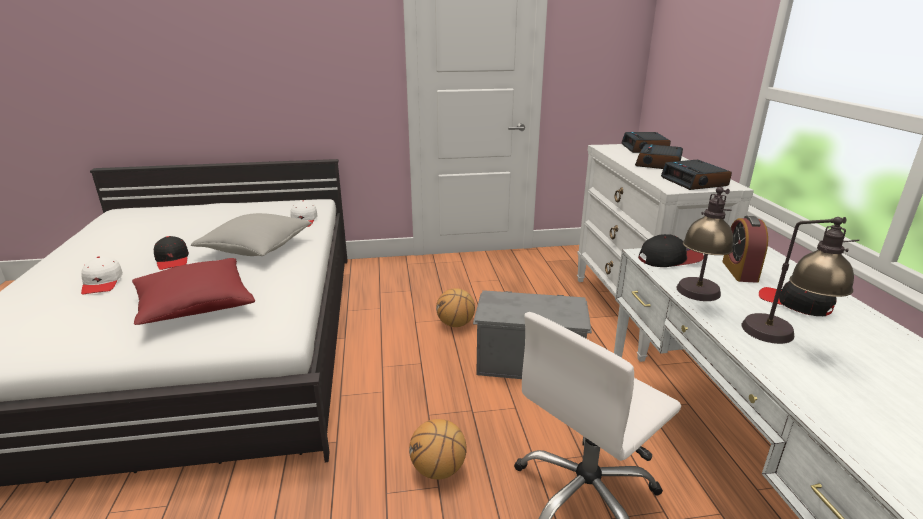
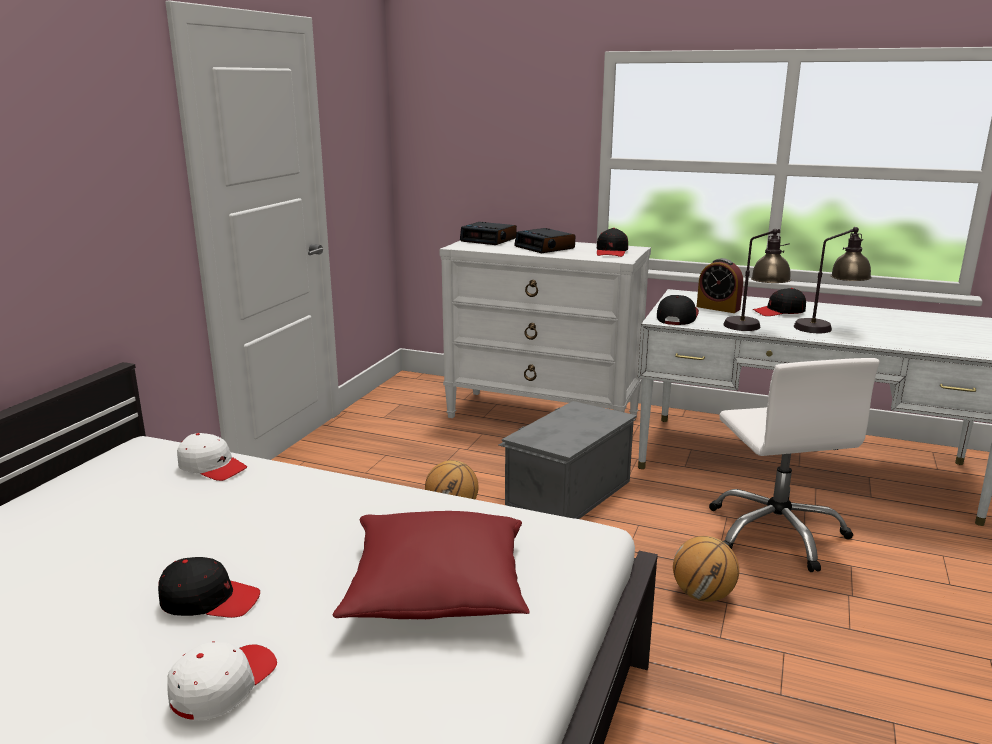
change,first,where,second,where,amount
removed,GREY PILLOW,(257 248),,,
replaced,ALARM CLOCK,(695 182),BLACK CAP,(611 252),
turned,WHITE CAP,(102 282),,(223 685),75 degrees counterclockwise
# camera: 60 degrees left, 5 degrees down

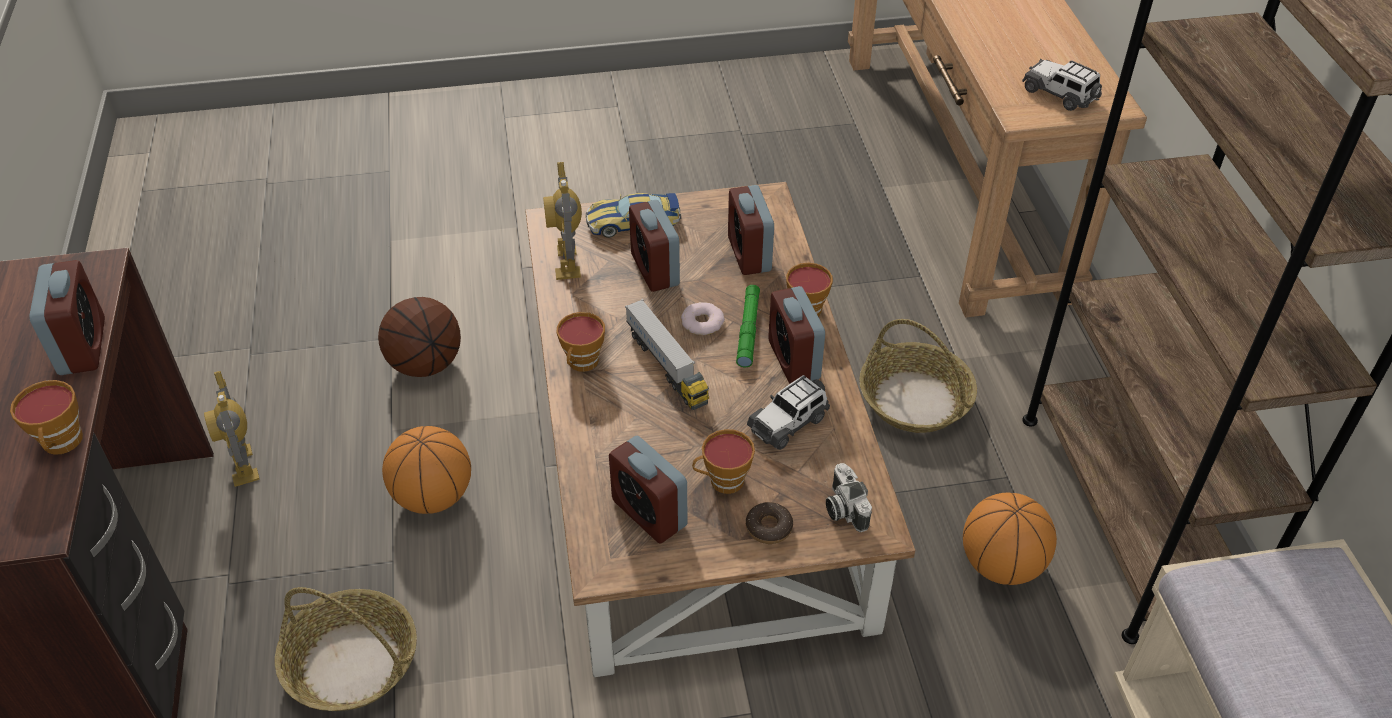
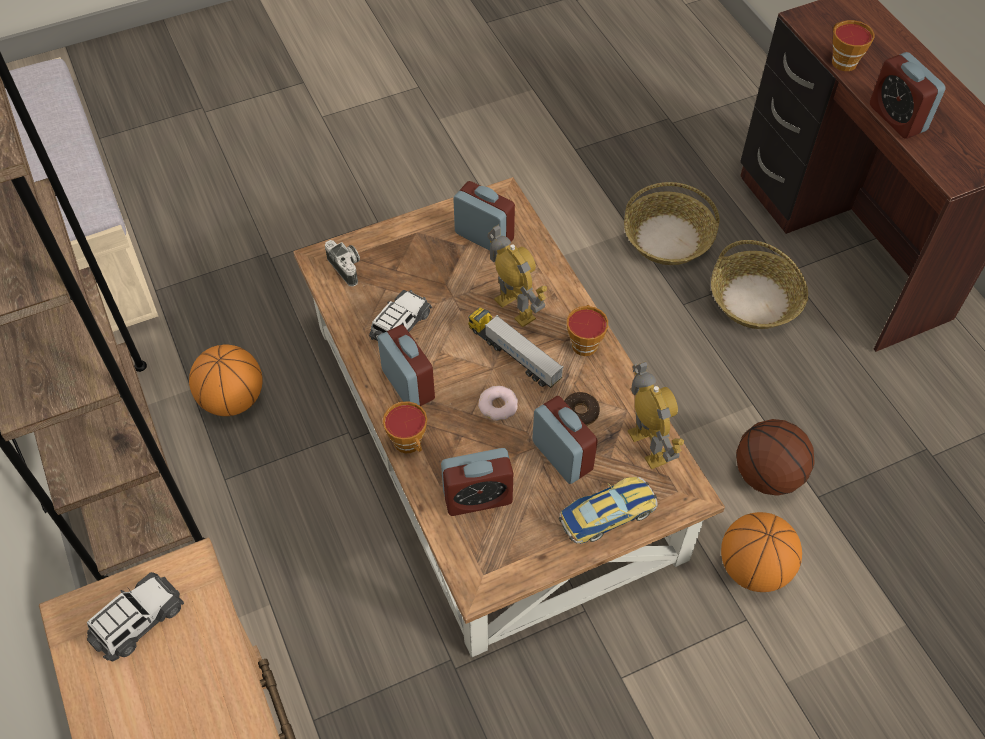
change,first,where,second,where,amount
removed,CUP,(723 482),,,
removed,GREEN FLASHLIGHT,(748 330),,,
moved,TOY ROBOT,(244 465),,(515 308),
moved,BASKETBALL,(433 497),,(753 568),
moved,DONUT,(769 528),,(580 412),
moved,BASKET,(915 400),,(754 300),
turned,ALARM CLOCK,(749 254),,(477 497),105 degrees clockwise
turned,TOY CAR,(1060 94),,(138 622),75 degrees counterclockwise
# camera: 165 degrees right, 10 degrees up

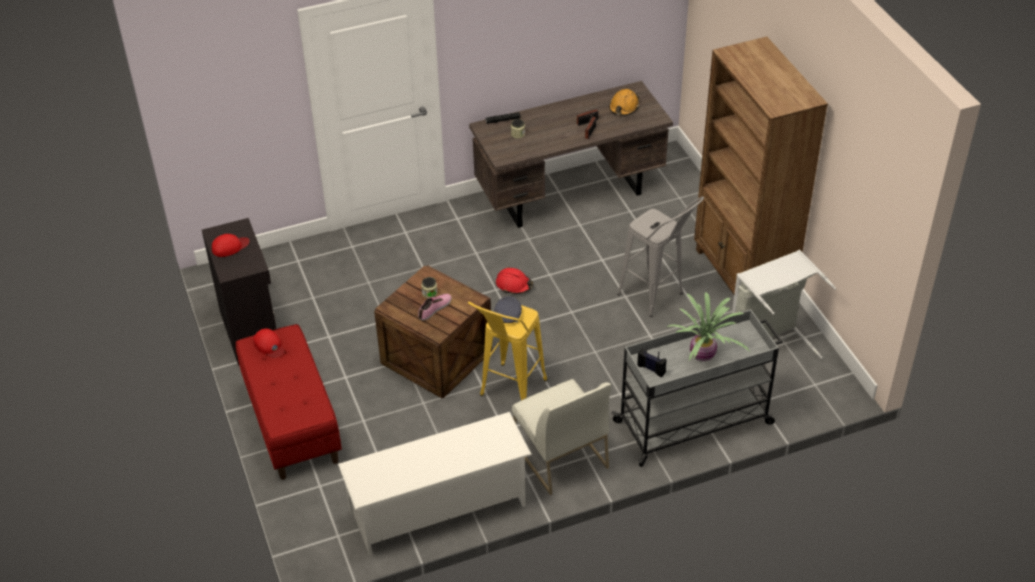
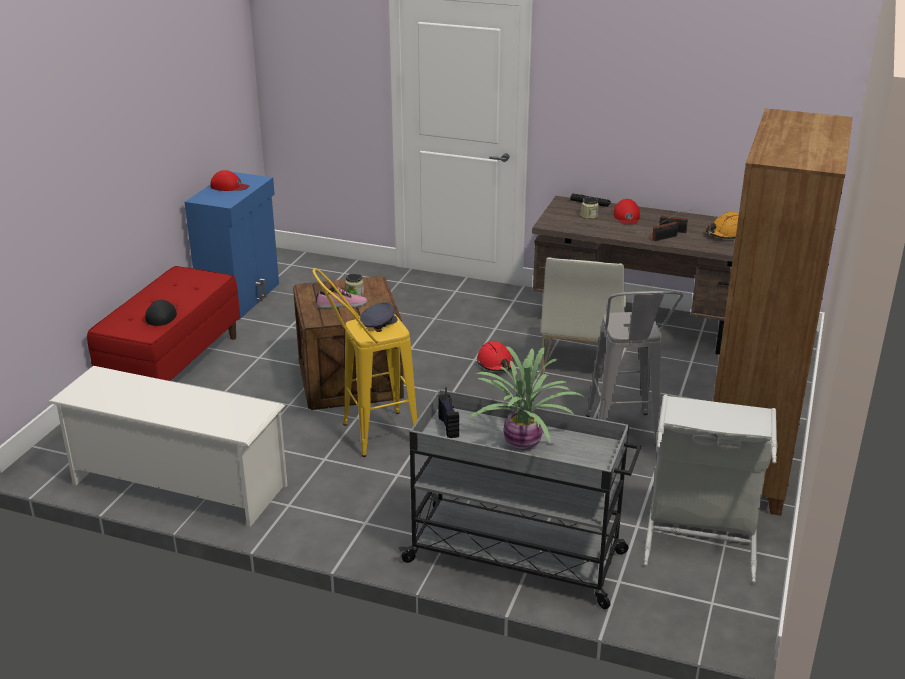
change,first,where,second,where,amount
added,,,BLACK CAP,(162 315),
moved,RED CAP,(269 345),,(627 217),
moved,WHITE CHAIR,(559 456),,(579 364),
recoloured,BLACK CABINET,(251 331),BLUE CABINET,(241 297),
# camera: 40 degrees right, 15 degrees down

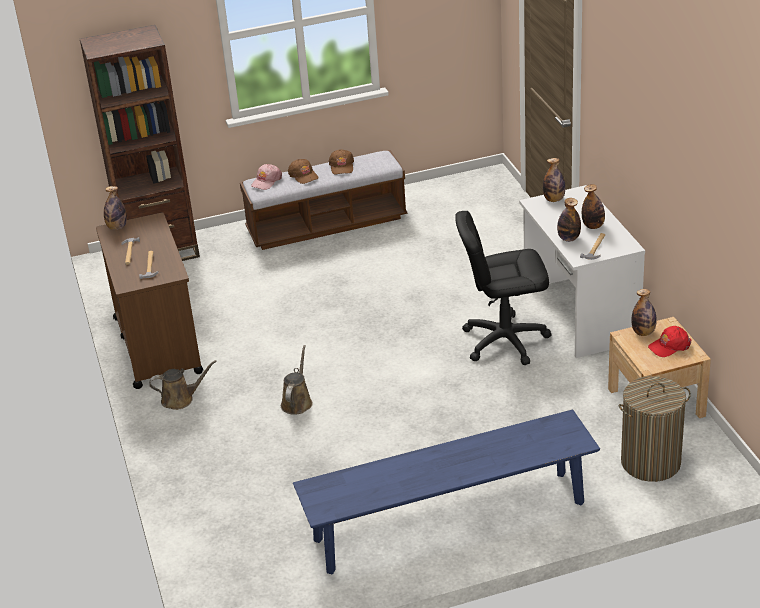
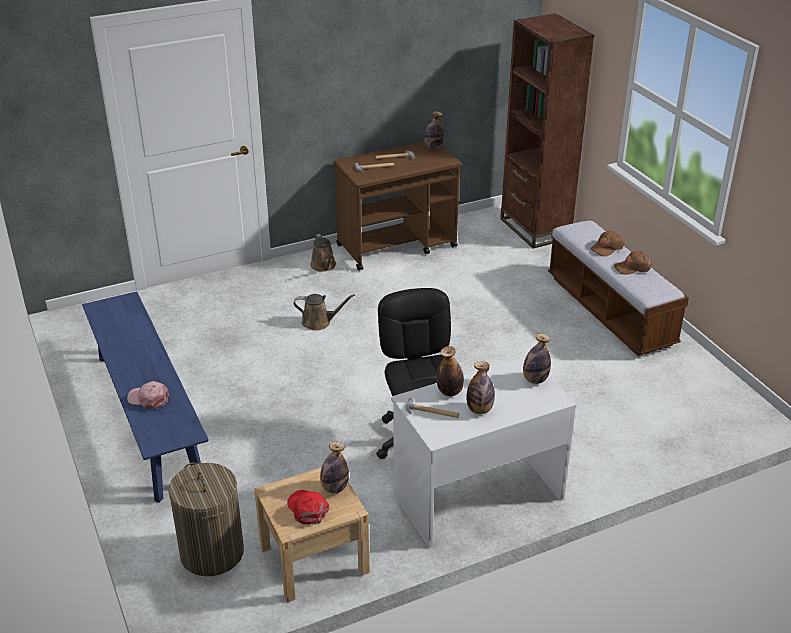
change,first,where,second,where,amount
moved,PINK CAP,(266 181),,(149 399),
# camera: 80 degrees right, 0 degrees up

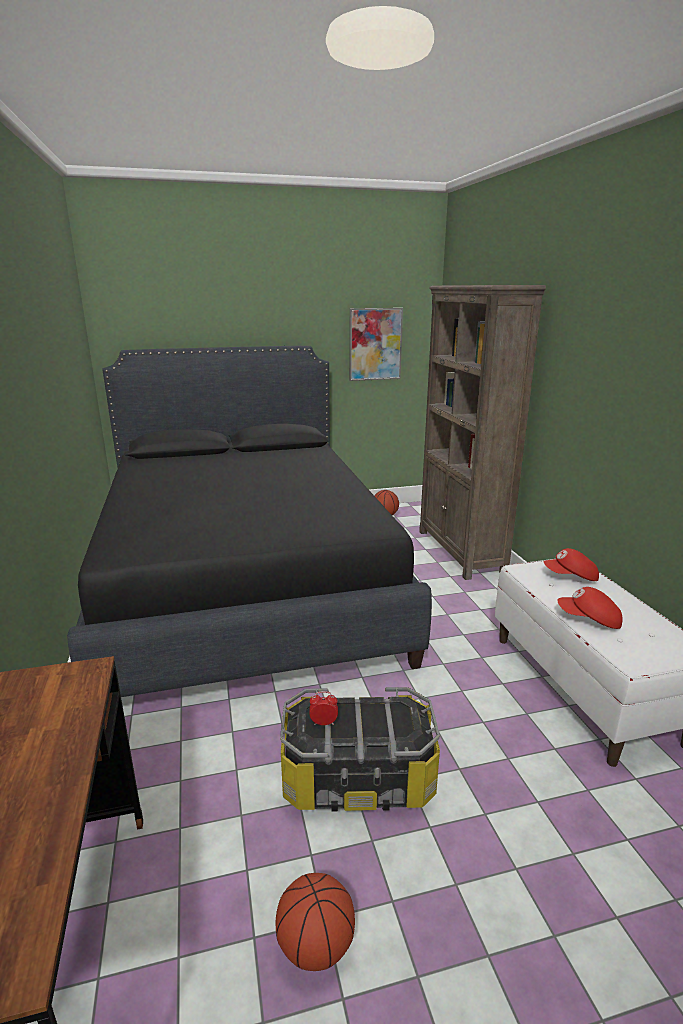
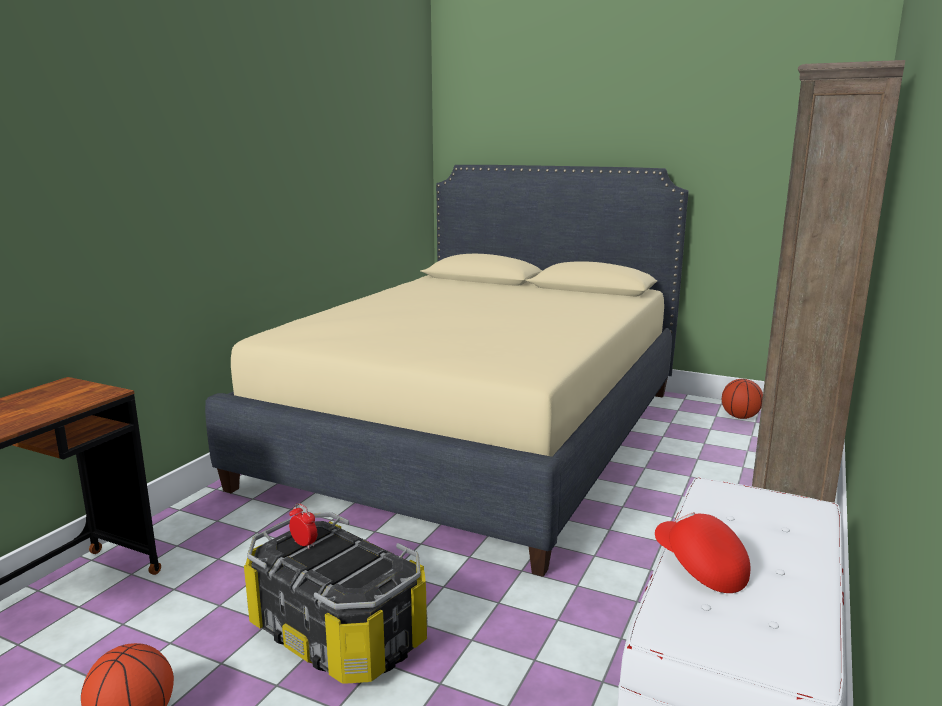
change,first,where,second,where,amount
removed,PICTURE,(375 344),,,
removed,RED CAP,(571 577),,,
recoloured,BLACK BED,(245 583),BEIGE BED,(480 435),
# camera: 40 degrees right, 5 degrees down

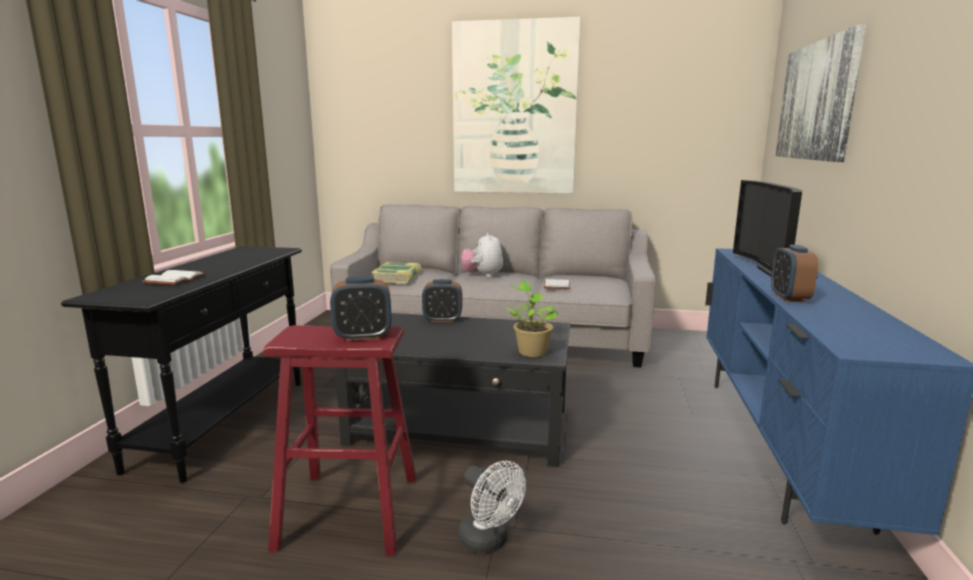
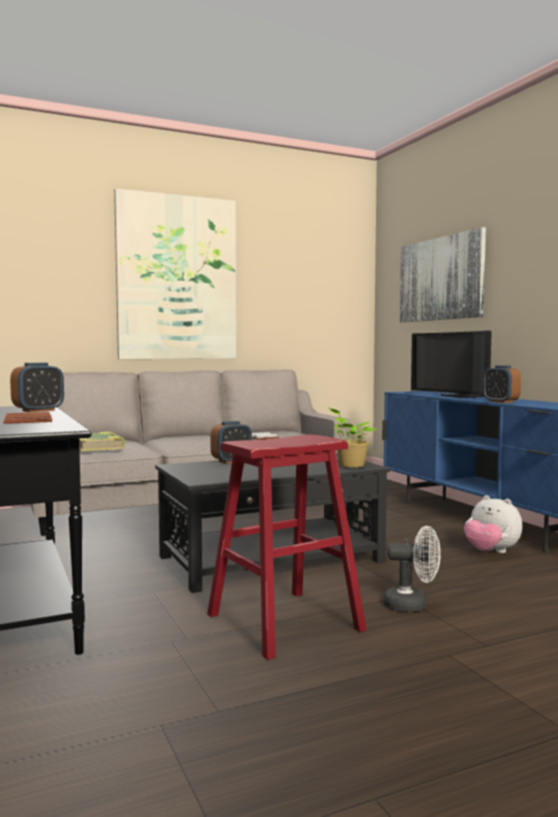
change,first,where,second,where,amount
moved,ALARM CLOCK,(363 336),,(38 410),
moved,PLUSH TOY,(482 275),,(491 552),
recoloured,WHITE BOOK,(174 279),BROWN BOOK,(26 421),
# camera: 35 degrees left, 10 degrees down

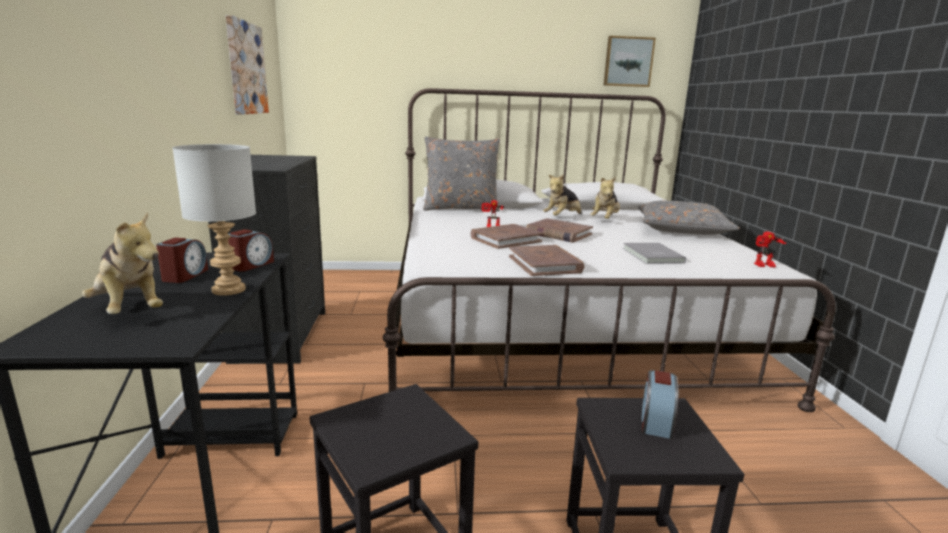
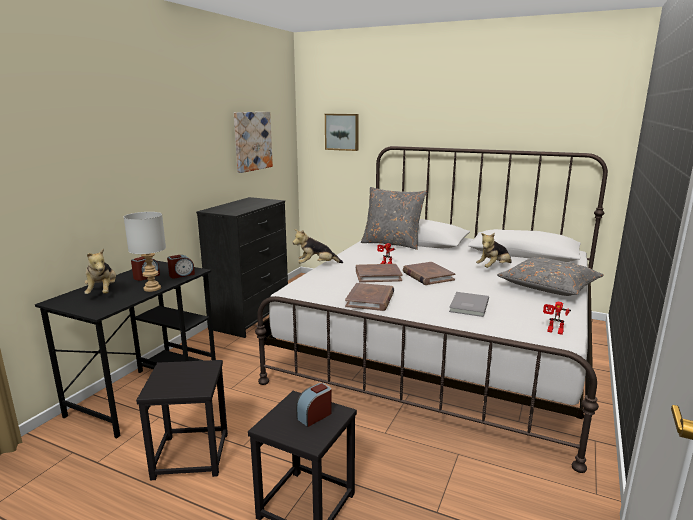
change,first,where,second,where,amount
moved,PLUSH TOY,(562 218),,(316 265),
moved,PICTURE,(628 62),,(342 132),
# camera: 30 degrees right, 0 degrees up

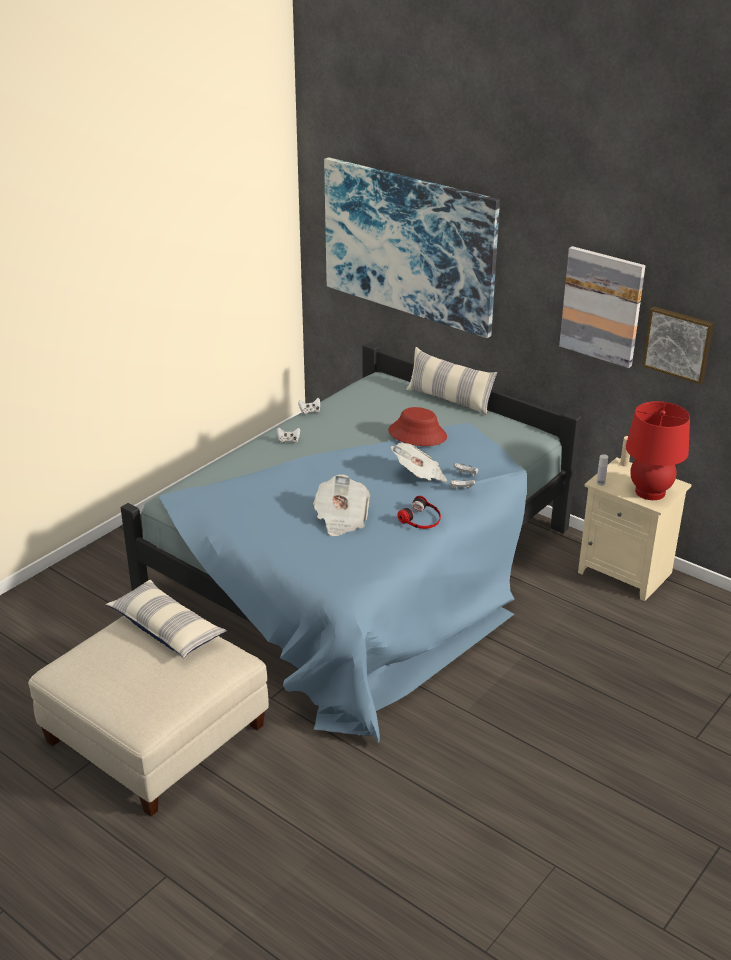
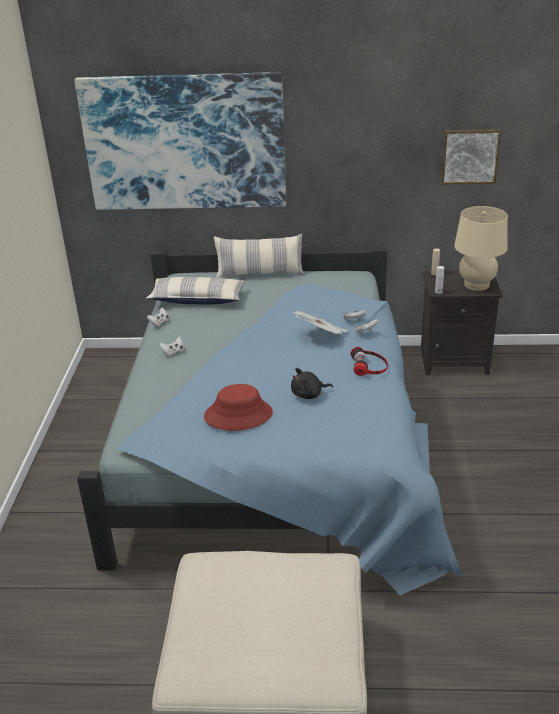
change,first,where,second,where,amount
removed,PICTURE,(602 306),,,
moved,PILLOW,(167 628),,(197 299),
moved,RED HAT,(417 434),,(238 415),
replaced,NEWSPAPER,(341 519),BLACK PLUSH TOY,(309 394),
recoloured,BEIGE NIGHTSTAND,(626 572),BLACK NIGHTSTAND,(455 360),
recoloured,RED TABLE LAMP,(650 492),BEIGE TABLE LAMP,(476 285),
# camera: 35 degrees left, 0 degrees up

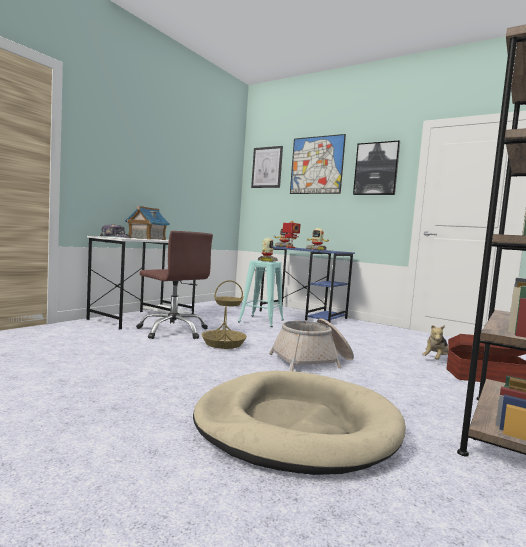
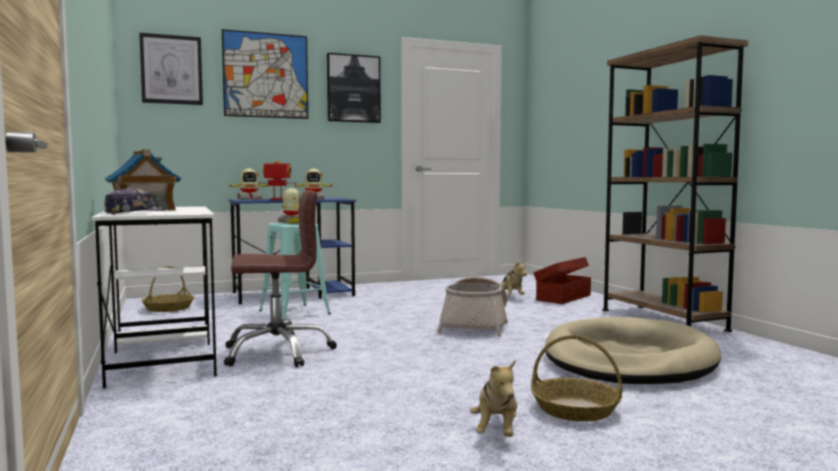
change,first,where,second,where,amount
added,,,PLUSH TOY,(496 431),
moved,BASKET,(223 344),,(576 409),
# camera: 55 degrees left, 0 degrees up

